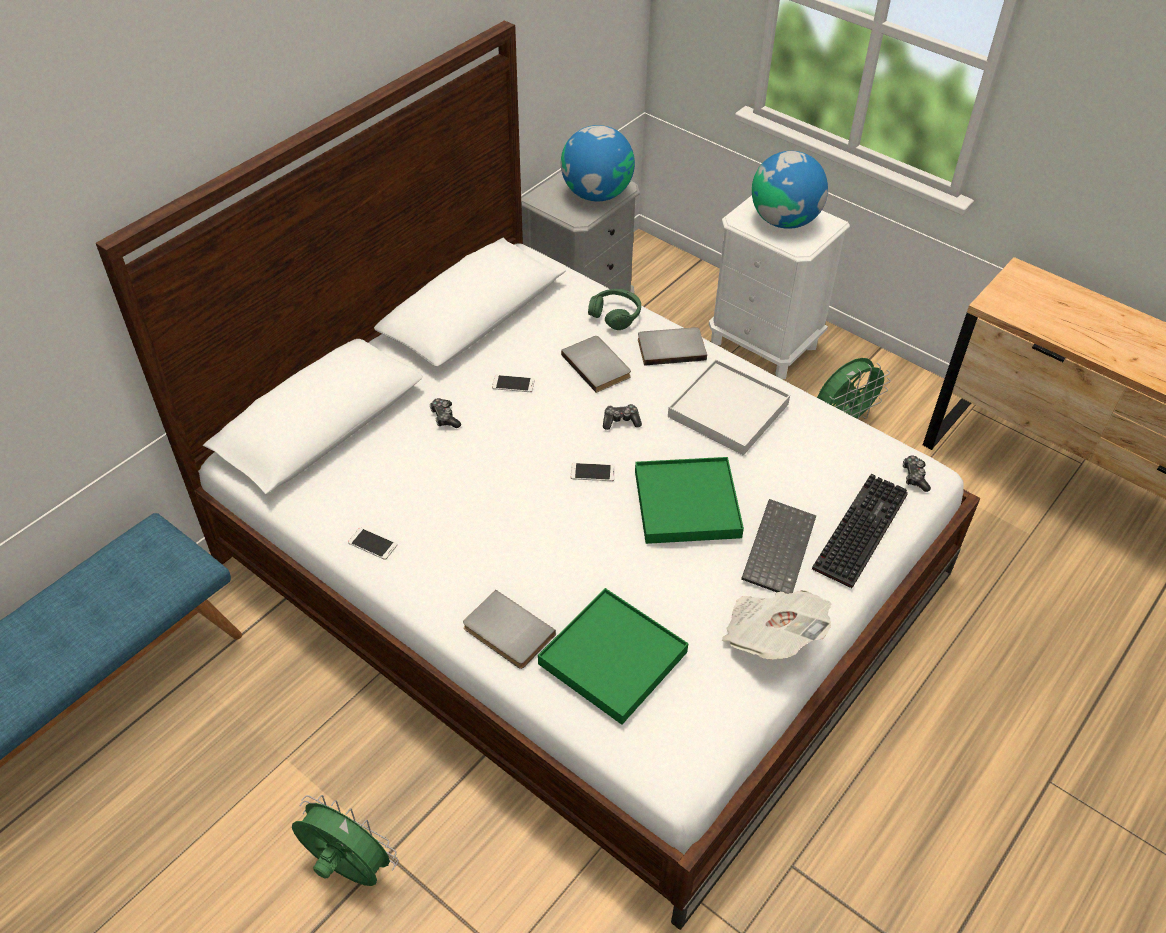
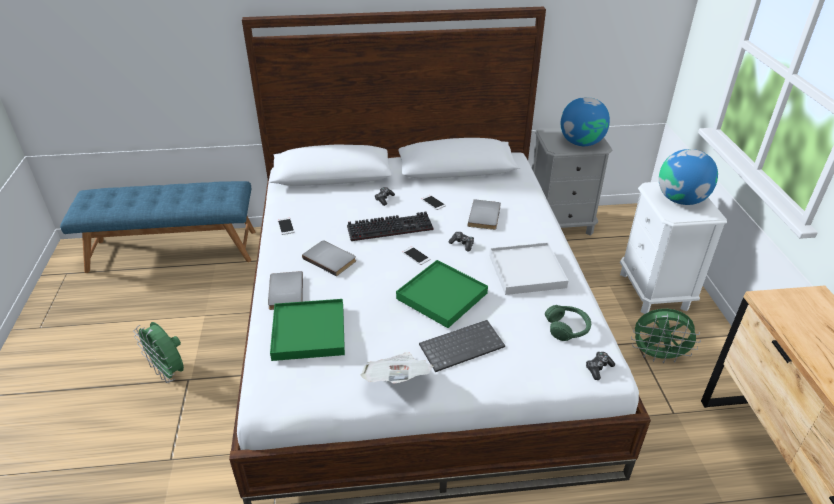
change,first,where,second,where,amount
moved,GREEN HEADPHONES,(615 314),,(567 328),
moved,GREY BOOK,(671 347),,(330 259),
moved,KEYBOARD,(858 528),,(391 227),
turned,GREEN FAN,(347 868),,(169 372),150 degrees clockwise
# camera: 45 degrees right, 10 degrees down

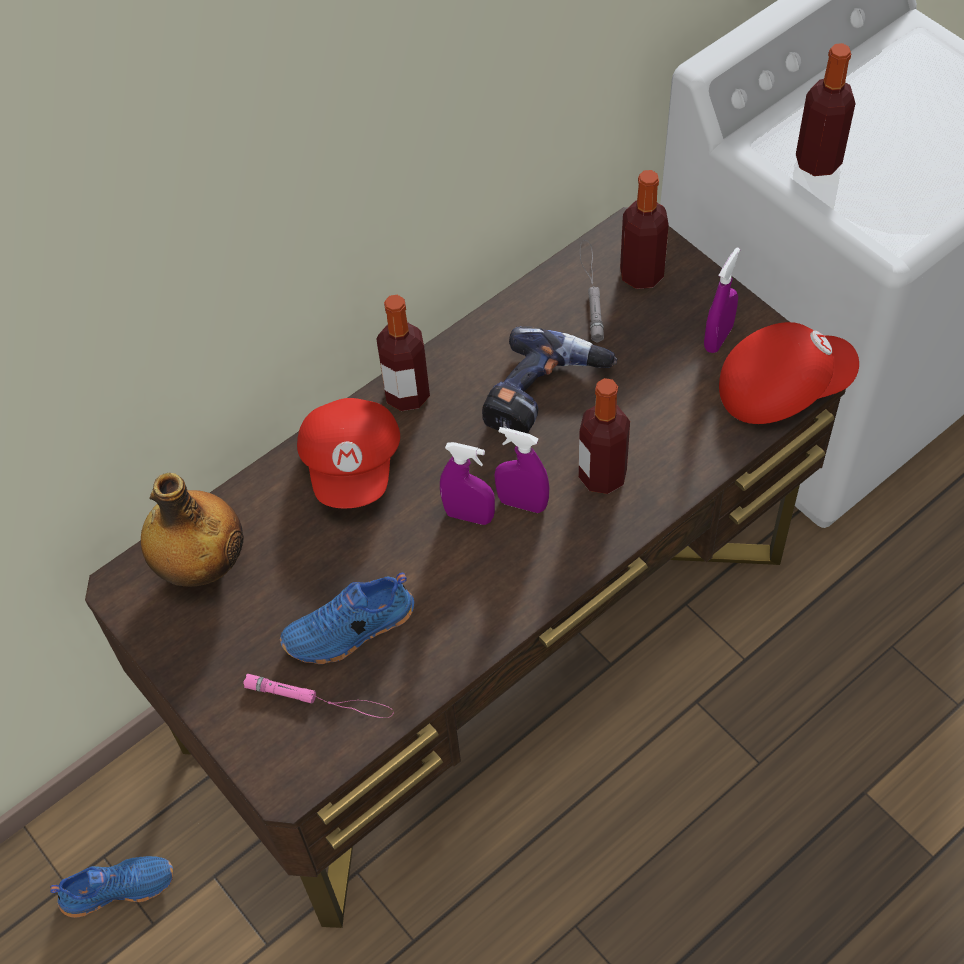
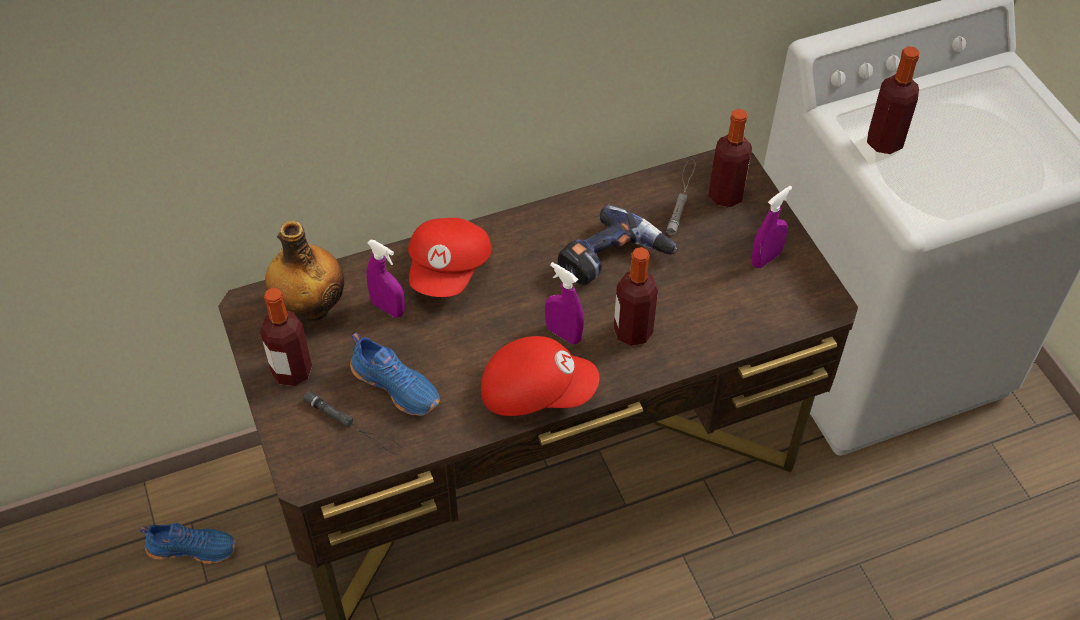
change,first,where,second,where,amount
moved,BOTTLE,(407 394),,(292 372),
moved,PURPLE SPRAY BOTTLE,(469 515),,(388 308),
moved,RED CAP,(782 387),,(536 391),
recoloured,PINK FLASHLIGHT,(319 699),BLACK FLASHLIGHT,(354 426),
turned,BLUE SHOE,(350 631),,(397 385),135 degrees counterclockwise
# camera: 15 degrees right, 5 degrees down

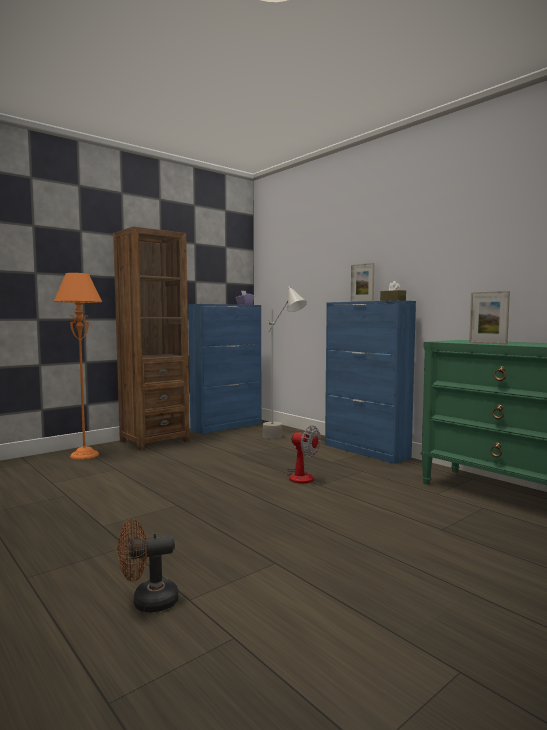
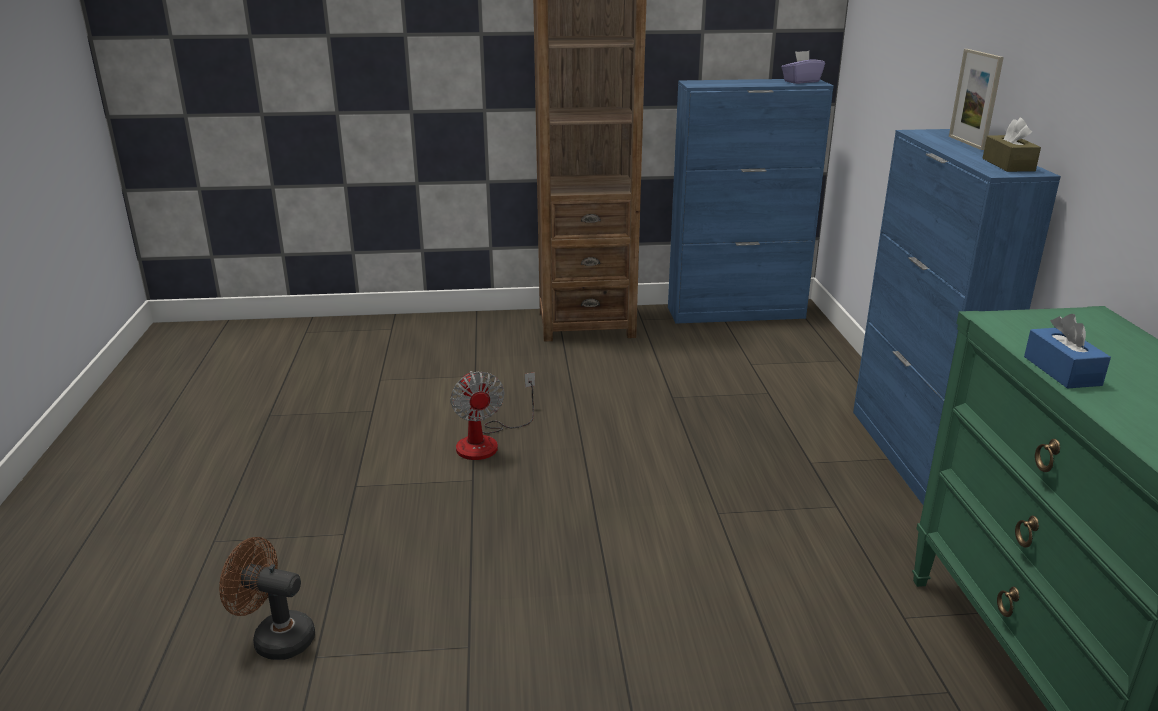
change,first,where,second,where,amount
removed,ORANGE FLOOR LAMP,(84 455),,,
removed,GREY FLOOR LAMP,(283 439),,,
moved,FAN,(300 476),,(487 441),
replaced,PICTURE FRAME,(487 343),BLUE TISSUE BOX,(1062 371),
# camera: 35 degrees right, 20 degrees up

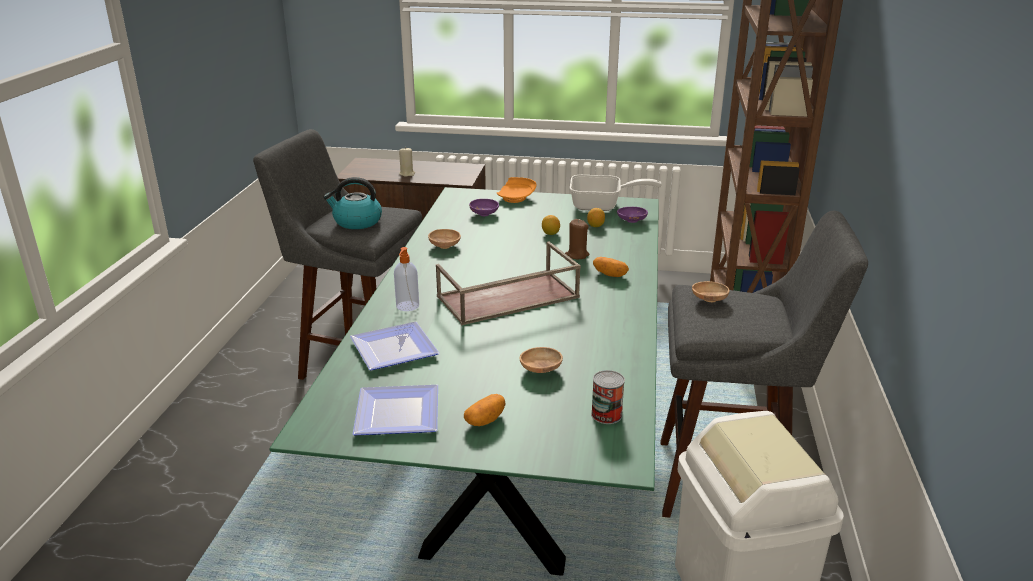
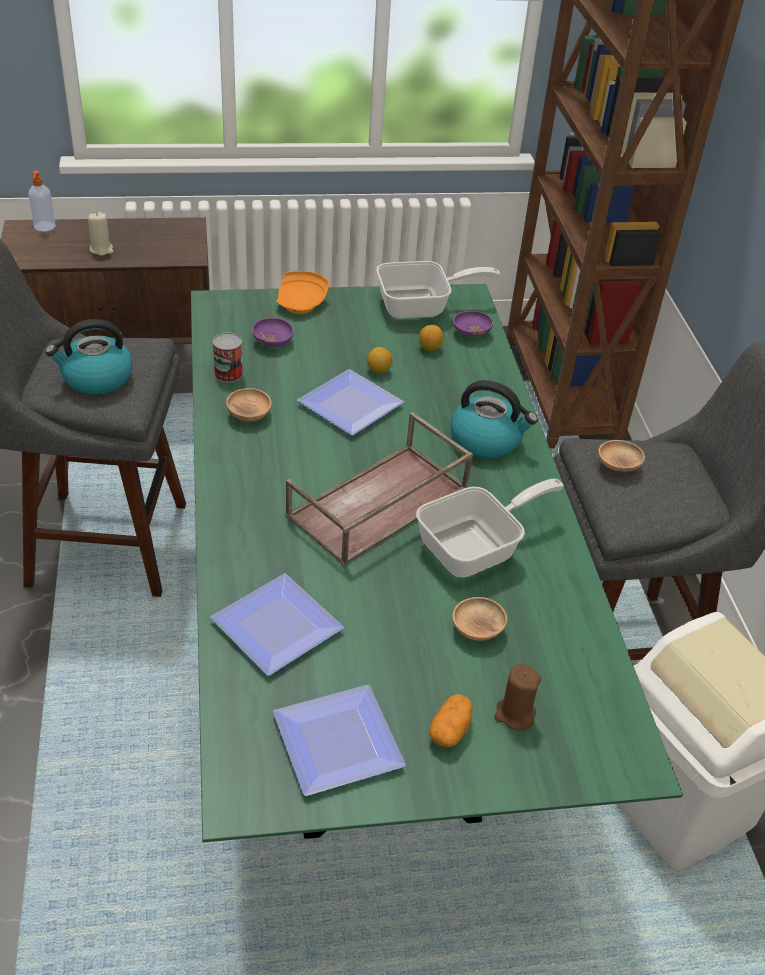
change,first,where,second,where,amount
added,,,PLATE,(346 405),
added,,,FRYING PAN,(478 547),
moved,SOAP DISPENSER,(407 306),,(44 227),
moved,BROWN CANDLE,(577 255),,(514 714),
moved,CAN,(606 415),,(228 373),
replaced,POTATO,(610 274),KETTLE,(487 440),
# camera: 20 degrees left, 15 degrees up

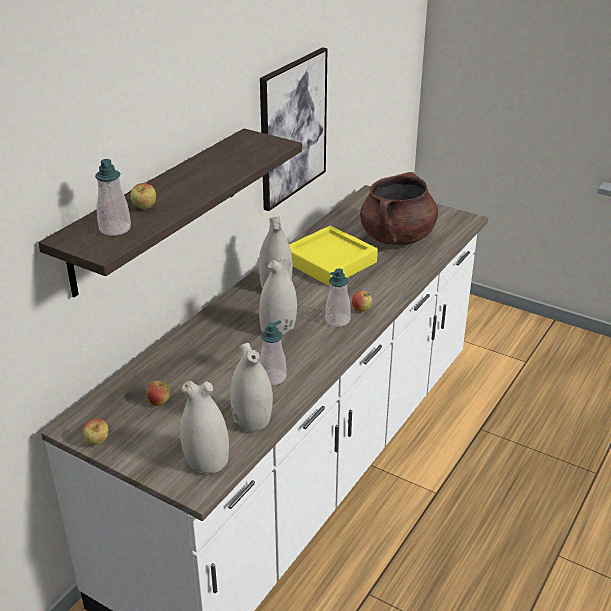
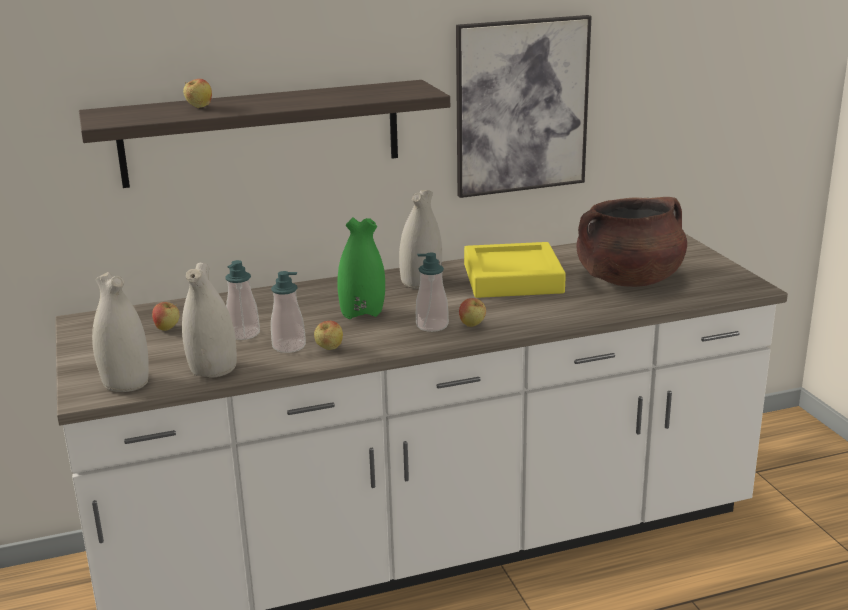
change,first,where,second,where,amount
moved,APPLE,(97 442),,(329 349),
moved,SOAP DISPENSER,(115 229),,(243 334),
recoloured,WHITE VASE,(278 329),GREEN VASE,(362 313),
# camera: 40 degrees right, 10 degrees down

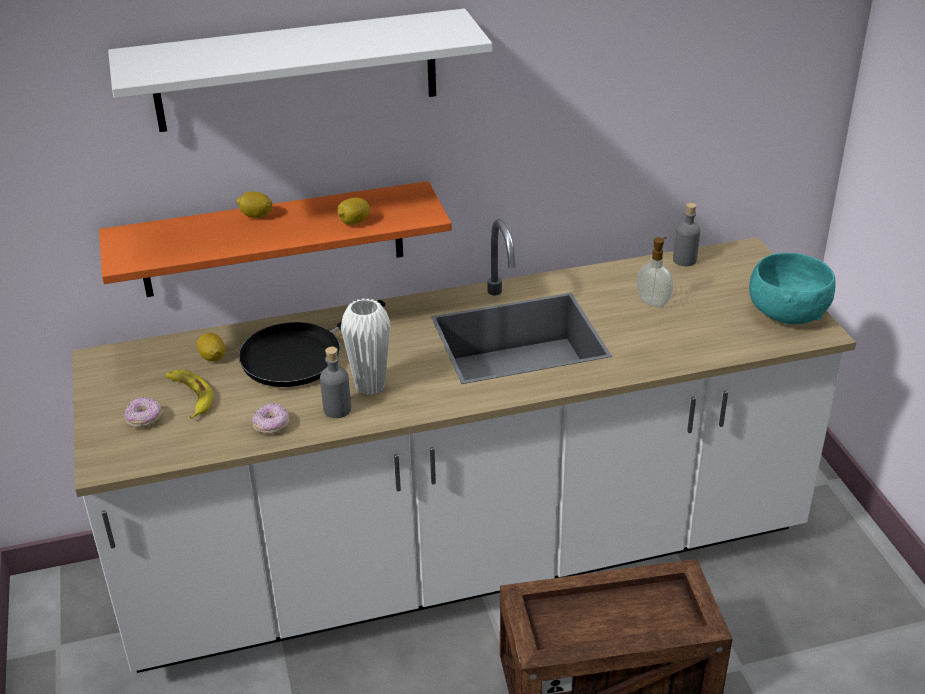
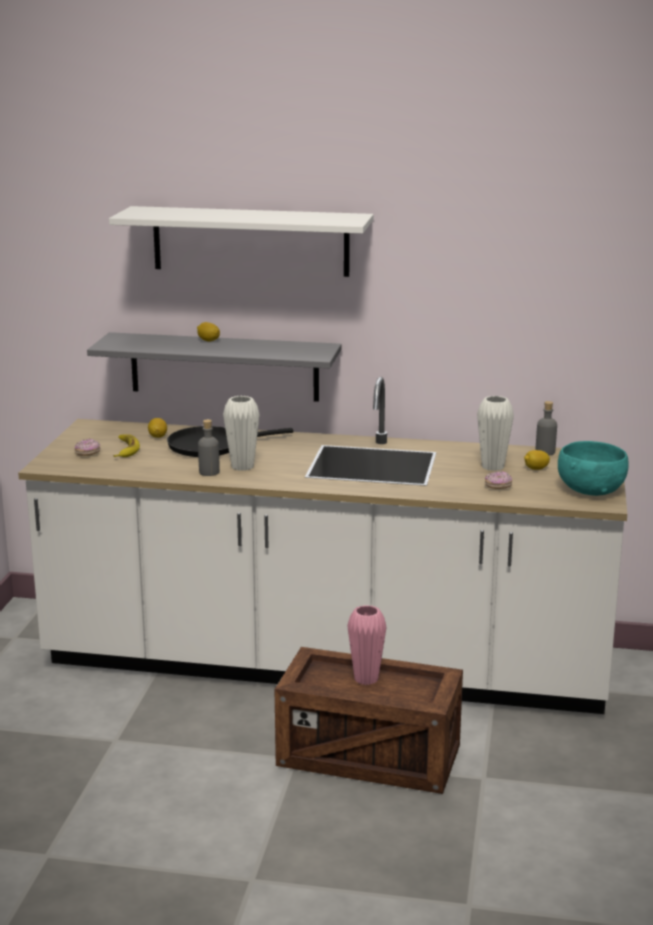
change,first,where,second,where,amount
added,,,PINK VASE,(366 679),
moved,DONUT,(271 426),,(498 486),
moved,LEMON,(354 222),,(536 469),
replaced,SOAP DISPENSER,(653 301),WHITE VASE,(492 467),
recoloured,ORANGE SHELF,(273 240),GREY SHELF,(224 366),
# camera: 25 degrees right, 15 degrees down

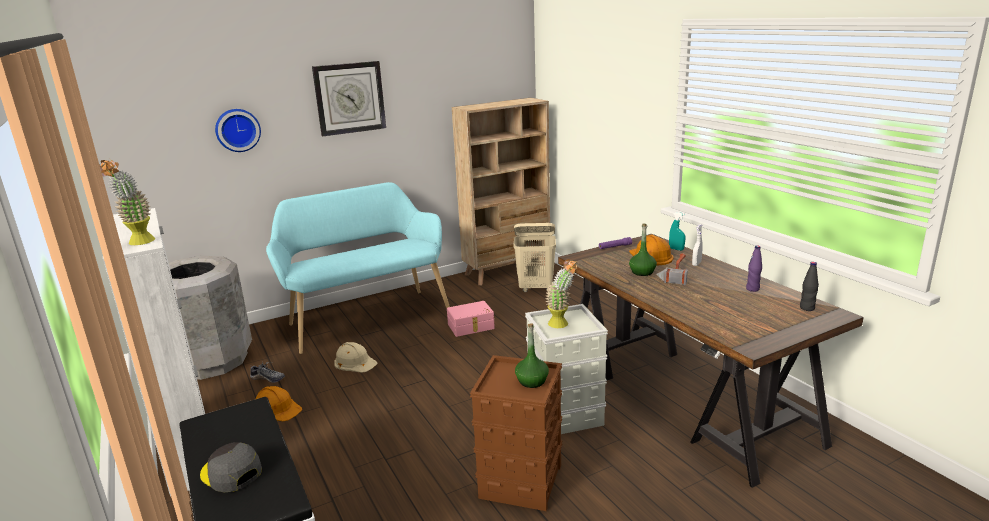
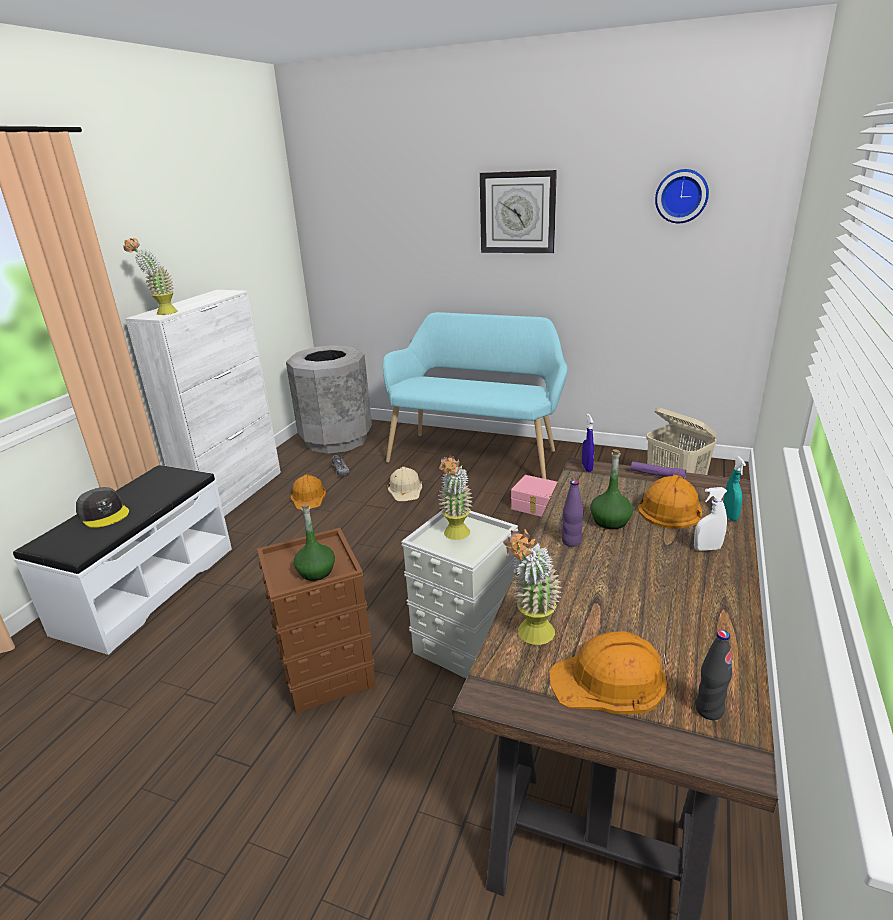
change,first,where,second,where,amount
removed,BEIGE BOOKCASE,(507 271),,,
removed,HAMMER,(674 271),,,
added,,,POTTED PLANT,(531 638),
added,,,ORANGE HARD HAT,(609 681),
added,,,BLUE SPRAY BOTTLE,(587 467),
moved,WALL CLOCK,(237 130),,(681 196),
moved,PURPLE BOTTLE,(752 289),,(571 542),
turned,GREY CAP,(231 472),,(104 514),135 degrees clockwise
# camera: 50 degrees right, 5 degrees up

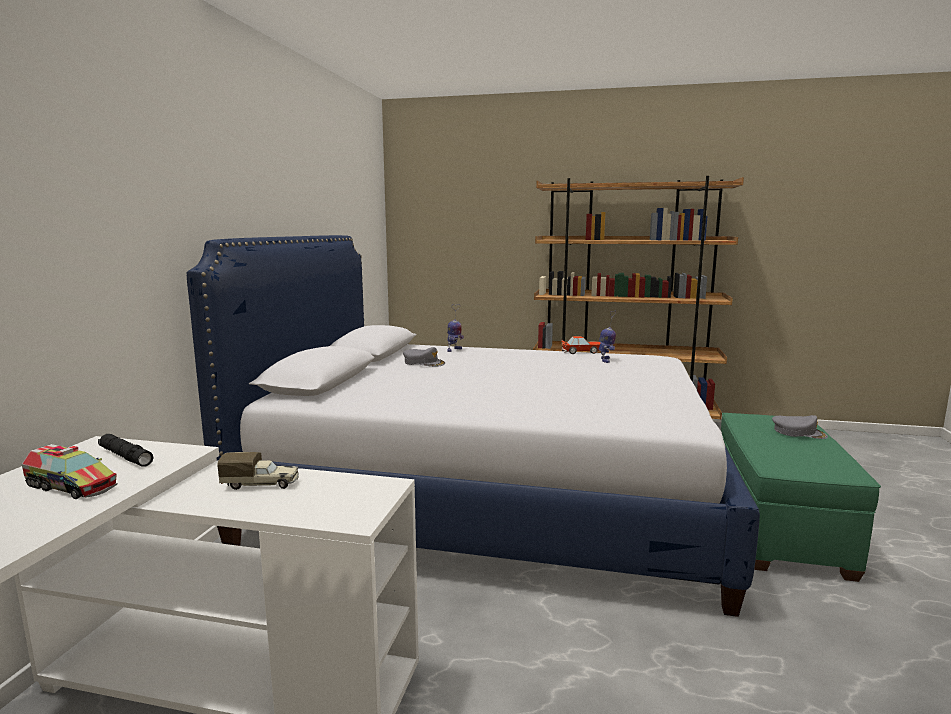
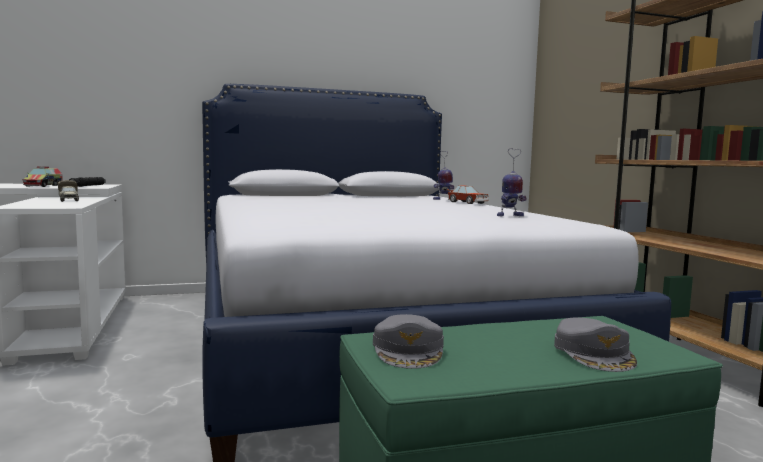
change,first,where,second,where,amount
moved,GREY CAP,(424 363),,(409 350),
moved,TOY CAR,(581 352),,(467 203),
# camera: 60 degrees right, 5 degrees down

